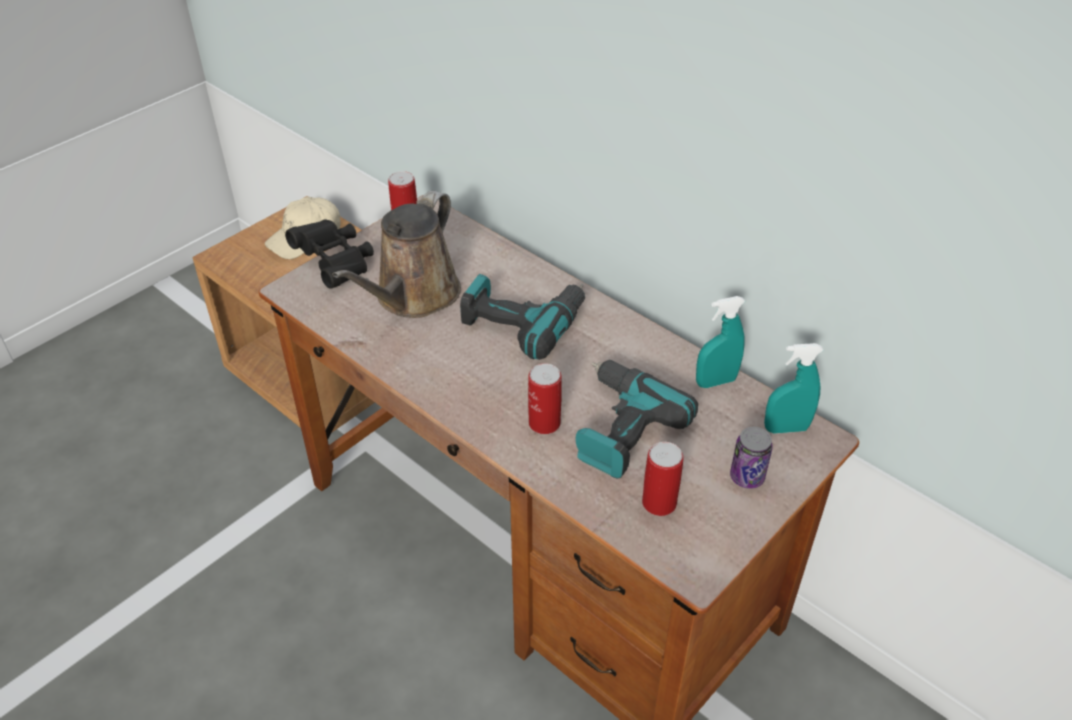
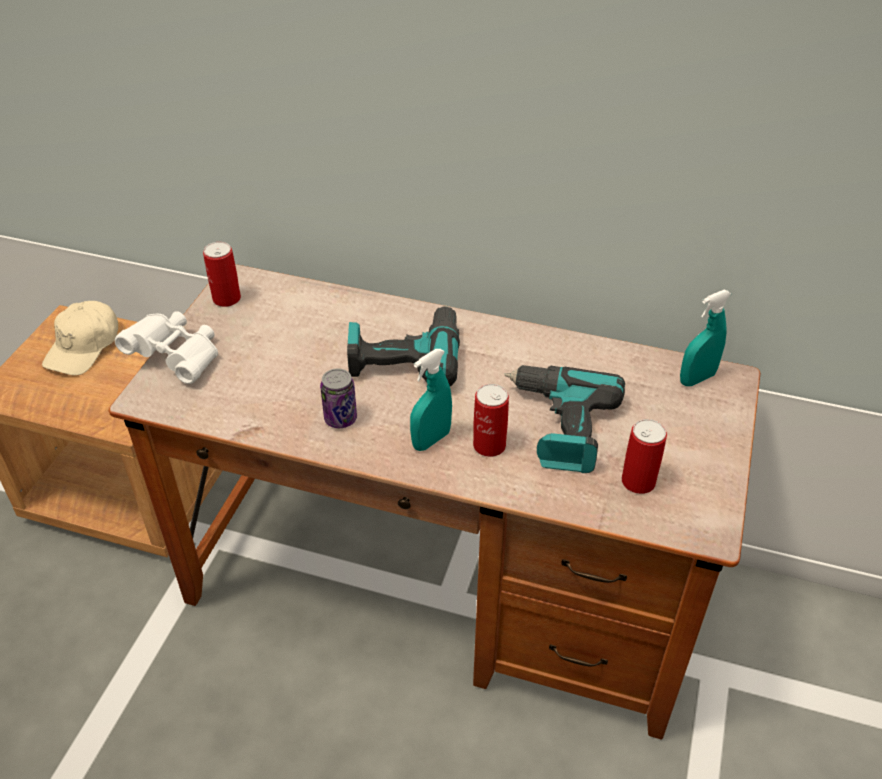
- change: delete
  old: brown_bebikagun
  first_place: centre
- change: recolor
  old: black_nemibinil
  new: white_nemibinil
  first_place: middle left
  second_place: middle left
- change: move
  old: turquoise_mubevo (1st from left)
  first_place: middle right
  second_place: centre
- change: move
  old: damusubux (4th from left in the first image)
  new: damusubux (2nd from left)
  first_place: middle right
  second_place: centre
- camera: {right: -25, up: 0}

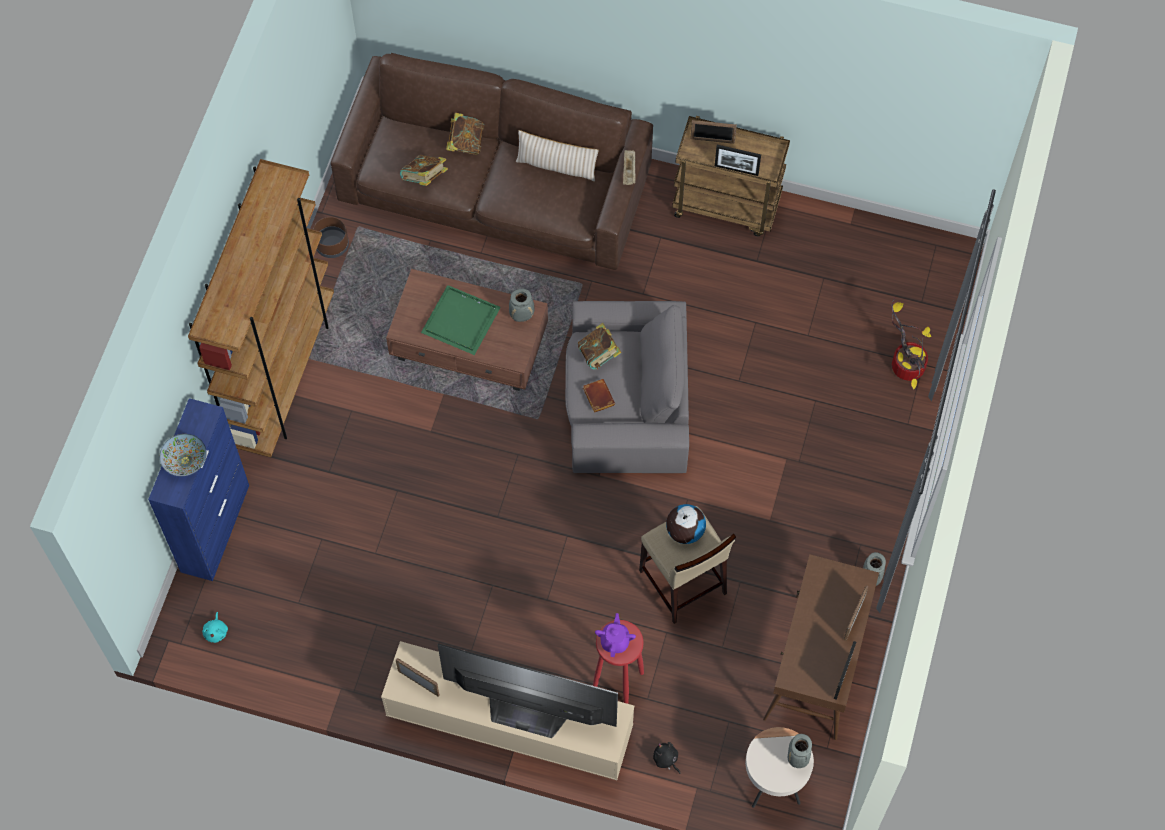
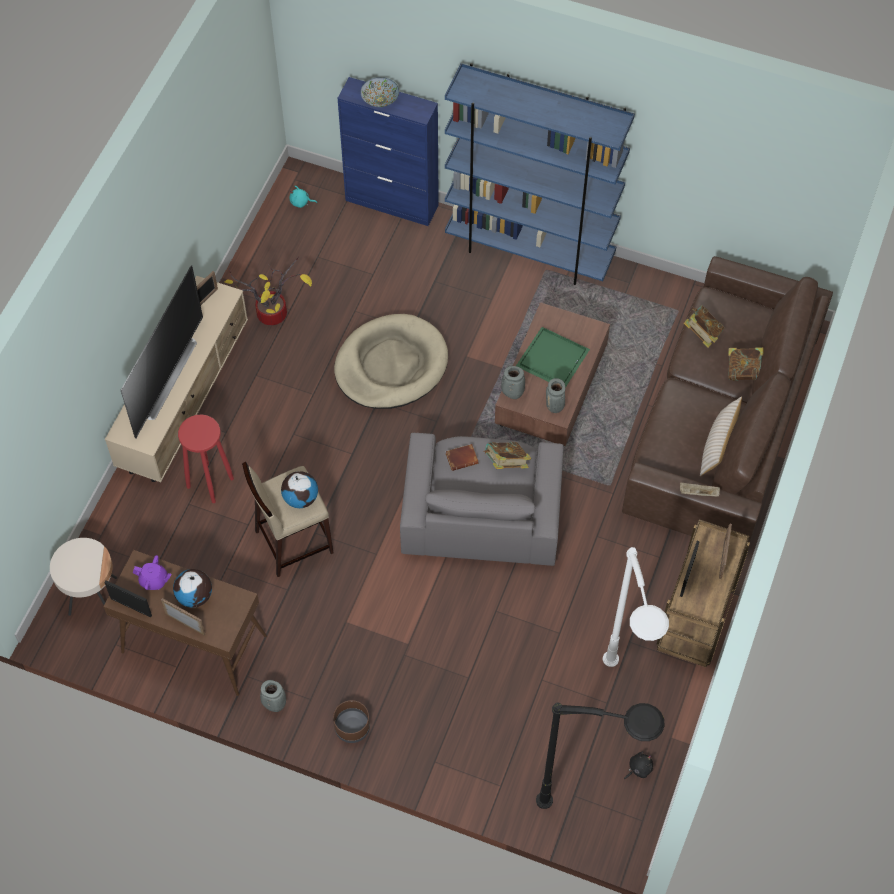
- change: recolor
  old: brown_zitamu
  new: blue_zitamu
  first_place: middle left
  second_place: top centre
- change: move
  old: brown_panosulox
  first_place: top left
  second_place: bottom centre
- change: move
  old: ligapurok
  first_place: middle right
  second_place: top left
- change: move
  old: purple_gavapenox
  first_place: bottom centre
  second_place: middle left
- change: move
  old: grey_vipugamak (2nd from left)
  first_place: bottom right
  second_place: centre
- change: move
  old: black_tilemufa
  first_place: bottom centre
  second_place: bottom right
- change: insert
  new: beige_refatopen
  second_place: centre
- change: insert
  new: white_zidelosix
  second_place: bottom right
- change: insert
  new: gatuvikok (1st from left)
  second_place: middle left
- change: insert
  new: black_zidelosix
  second_place: bottom right
- camera: {right: 95, up: -5}

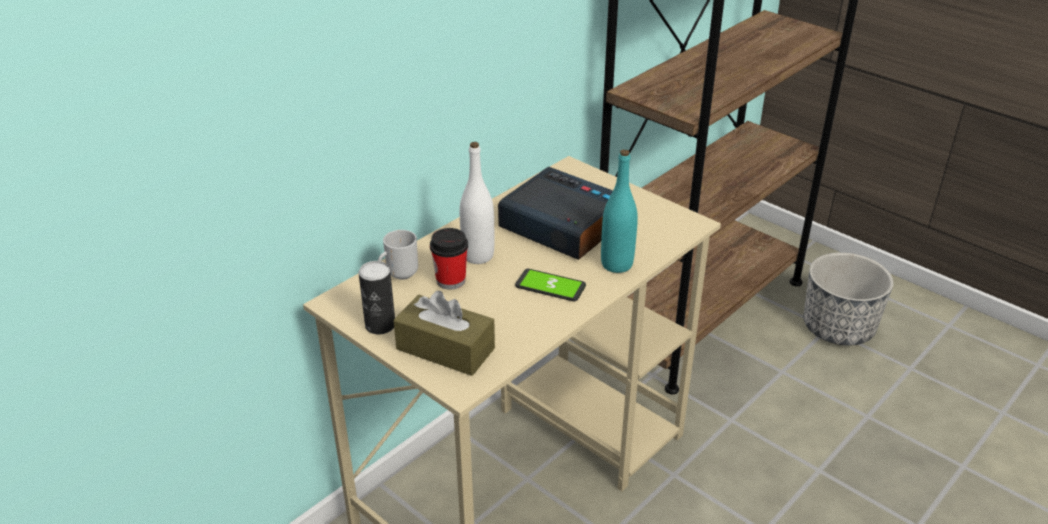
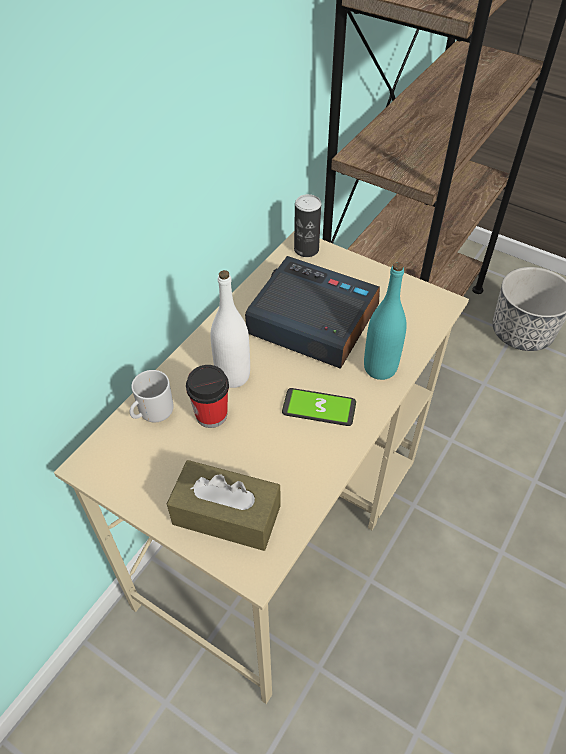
- change: move
  old: damusubux
  first_place: centre
  second_place: top centre
- camera: {right: -10, up: 15}

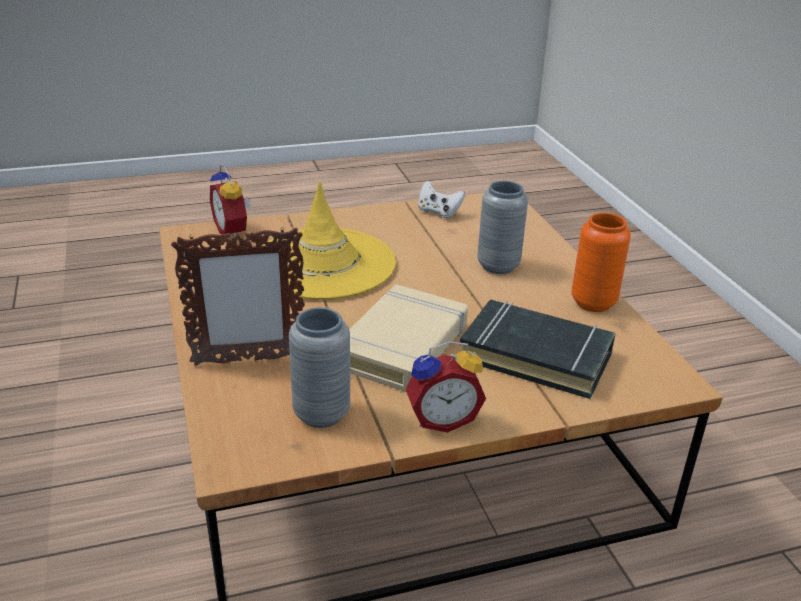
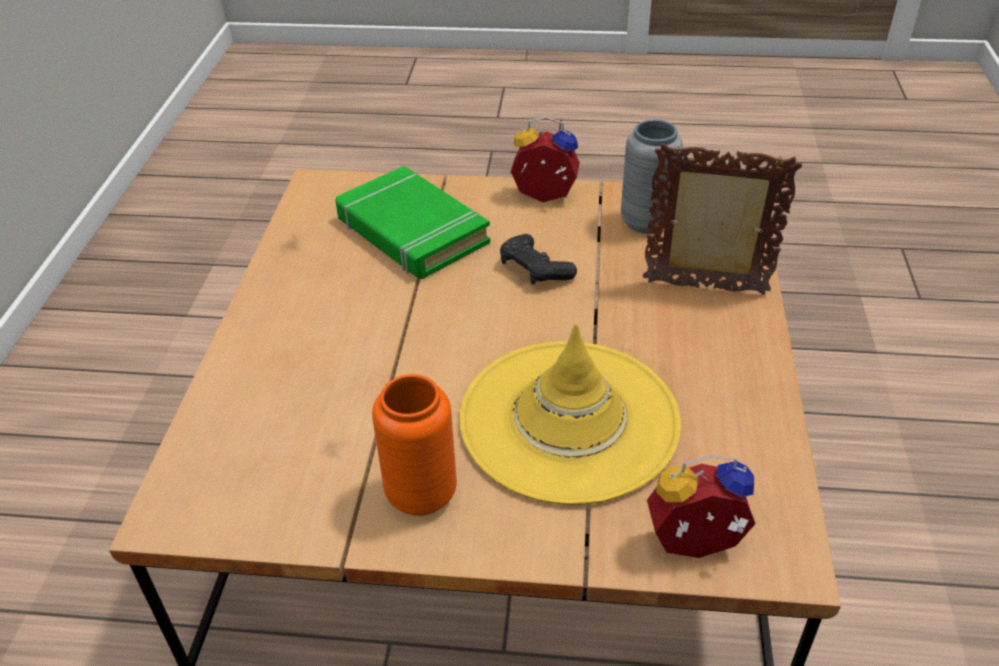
- change: rotate
  old: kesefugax (1st from left in the first image)
  first_place: middle left
  second_place: bottom right
  degrees: -90
- change: delete
  old: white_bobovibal
  first_place: top centre
- change: delete
  old: grey_vipugamak (2nd from left)
  first_place: centre
- change: move
  old: orange_vipugamak
  first_place: middle right
  second_place: bottom centre
- change: replace
  old: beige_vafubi
  new: black_bobovibal
  first_place: centre
  second_place: centre
- change: recolor
  old: black_vafubi
  new: green_vafubi
  first_place: middle right
  second_place: centre
- camera: {right: -155, up: 10}

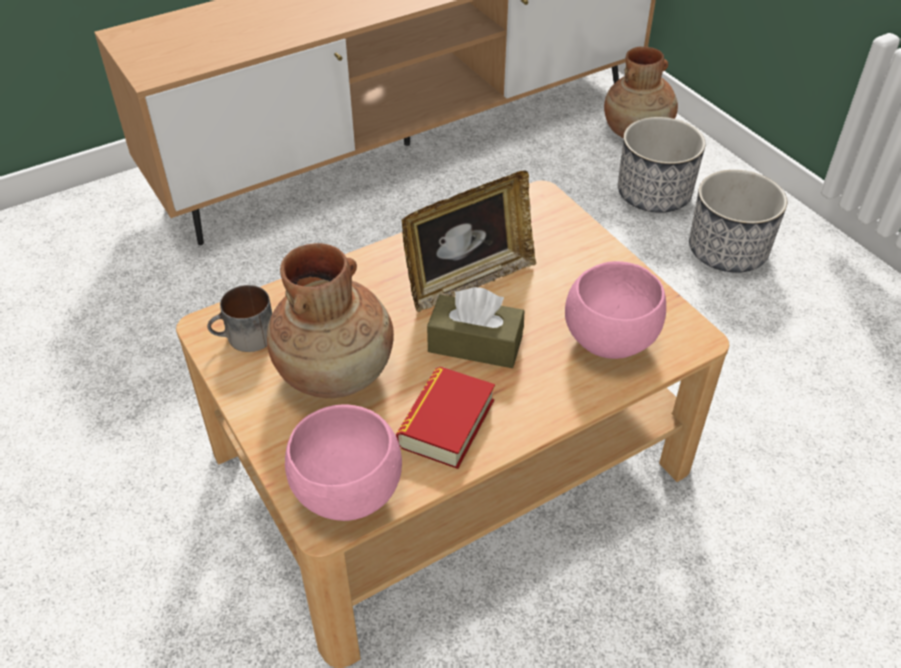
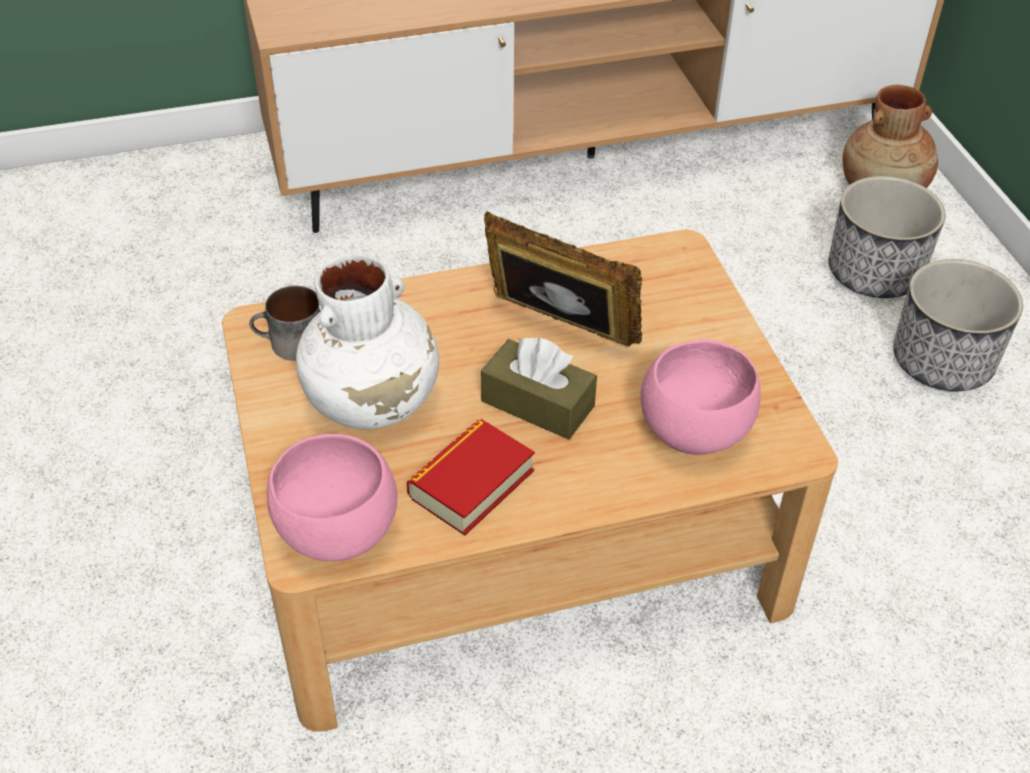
- change: rotate
  old: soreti
  first_place: centre
  second_place: centre
  degrees: -135
- change: recolor
  old: brown_vipugamak (1st from left)
  new: white_vipugamak
  first_place: centre
  second_place: centre
- camera: {right: 15, up: 0}

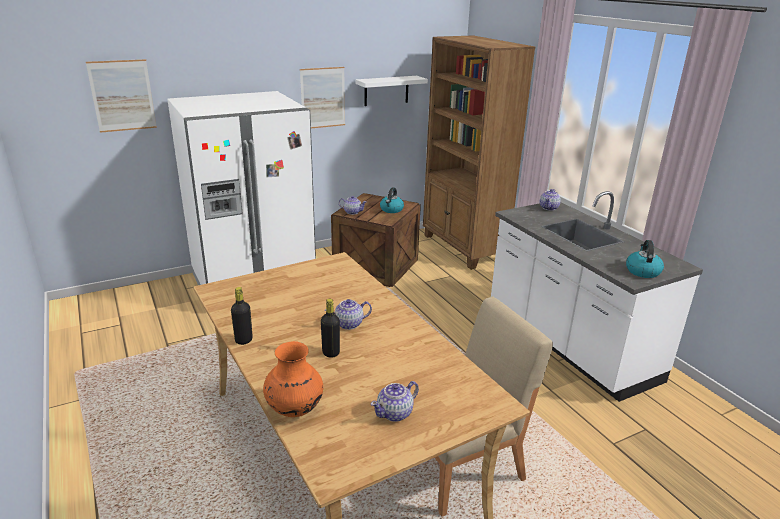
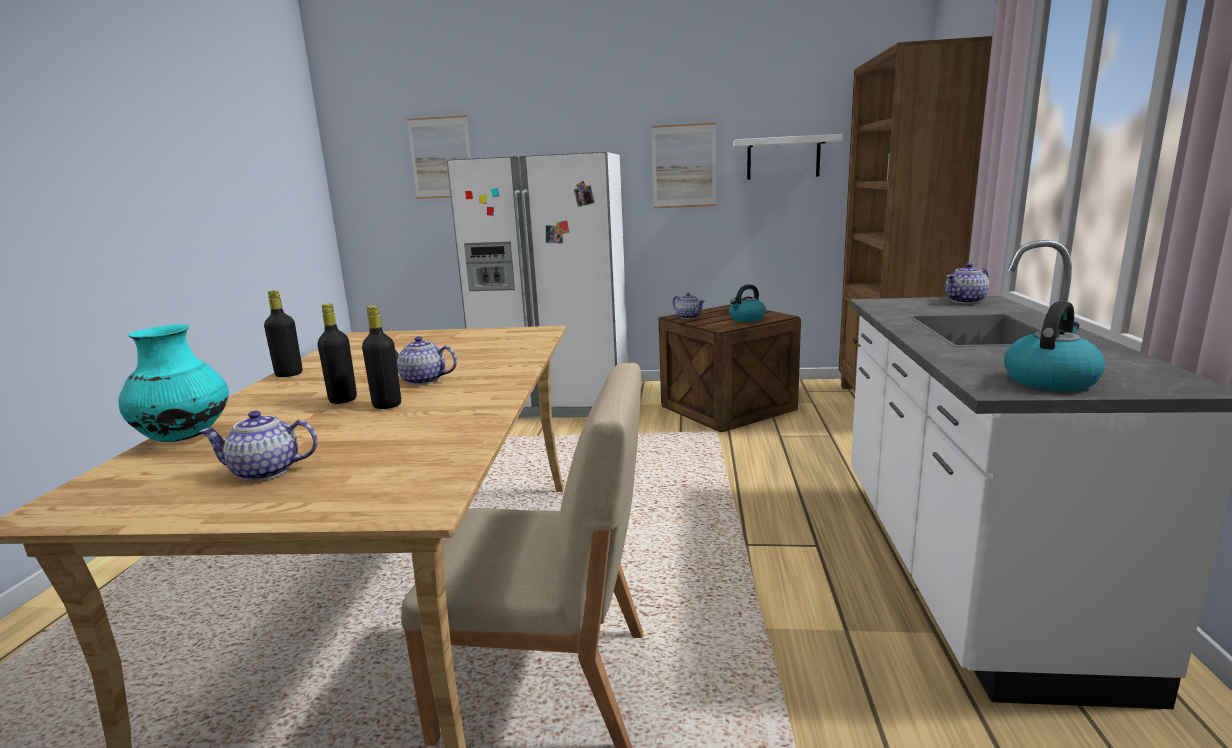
- change: recolor
  old: orange_vipugamak
  new: turquoise_vipugamak
  first_place: bottom centre
  second_place: middle left
- change: insert
  new: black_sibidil (3rd from left)
  second_place: middle left
- camera: {right: 35, up: -10}

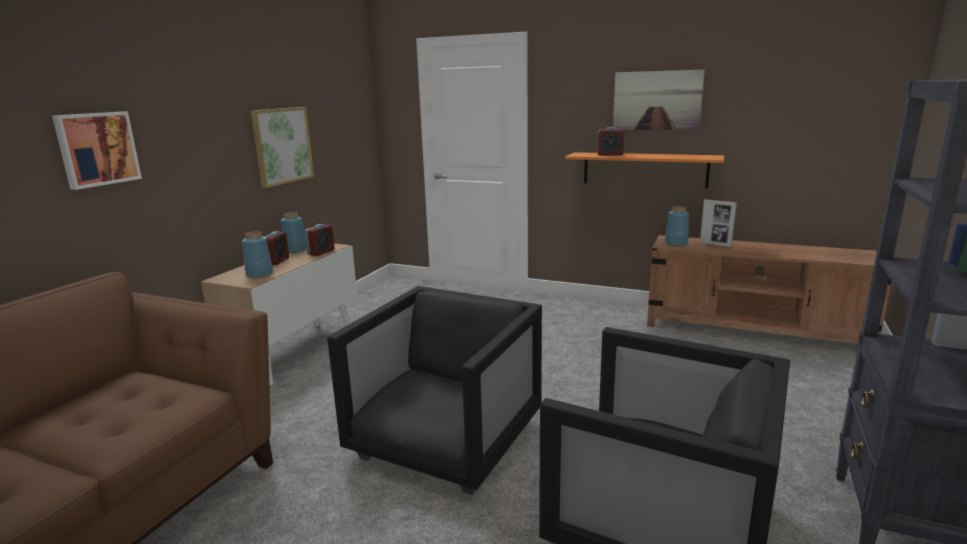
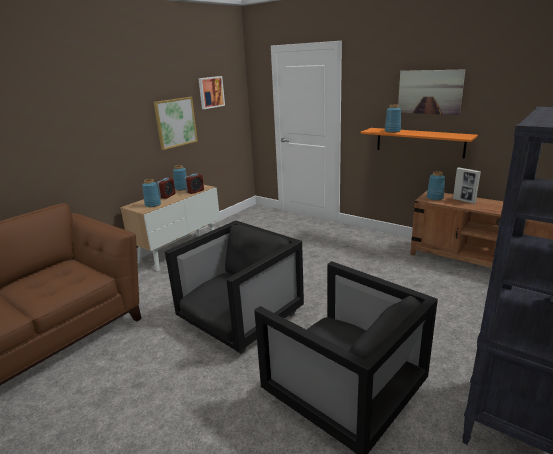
- change: move
  old: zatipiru (1st from left in the first image)
  new: zatipiru (2nd from left)
  first_place: top left
  second_place: top centre
- change: replace
  old: kesefugax (3rd from left)
  new: blue_vipugamak (3rd from left)
  first_place: top centre
  second_place: top right
- camera: {right: 15, up: 5}

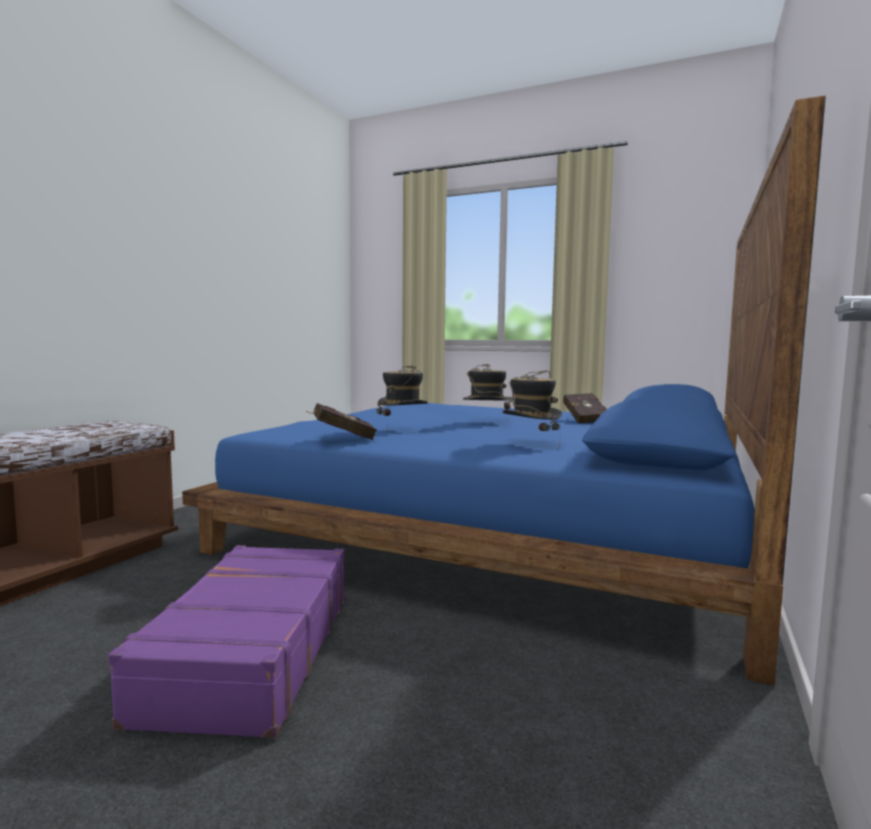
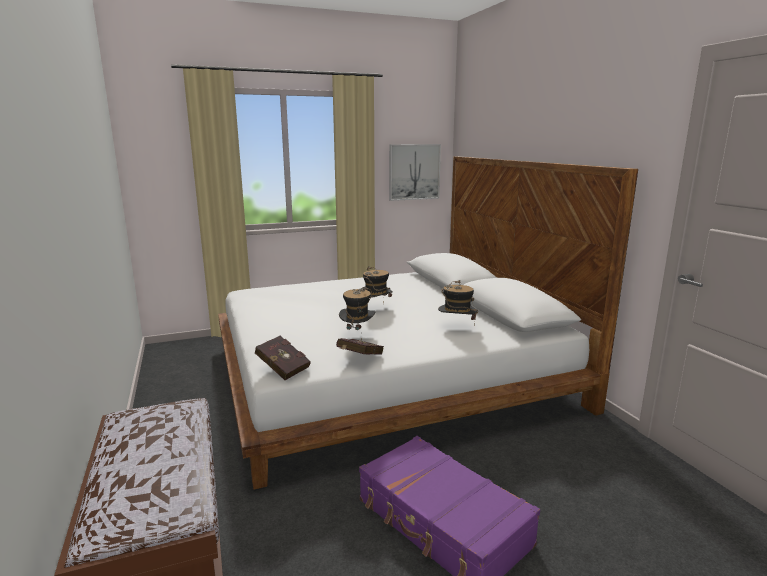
- change: recolor
  old: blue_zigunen
  new: white_zigunen
  first_place: centre
  second_place: centre
- change: move
  old: red_vafubi (2nd from left in the first image)
  new: red_vafubi (1st from left)
  first_place: middle right
  second_place: centre
- change: insert
  new: zatipiru
  second_place: top centre
- camera: {right: -45, up: 10}

